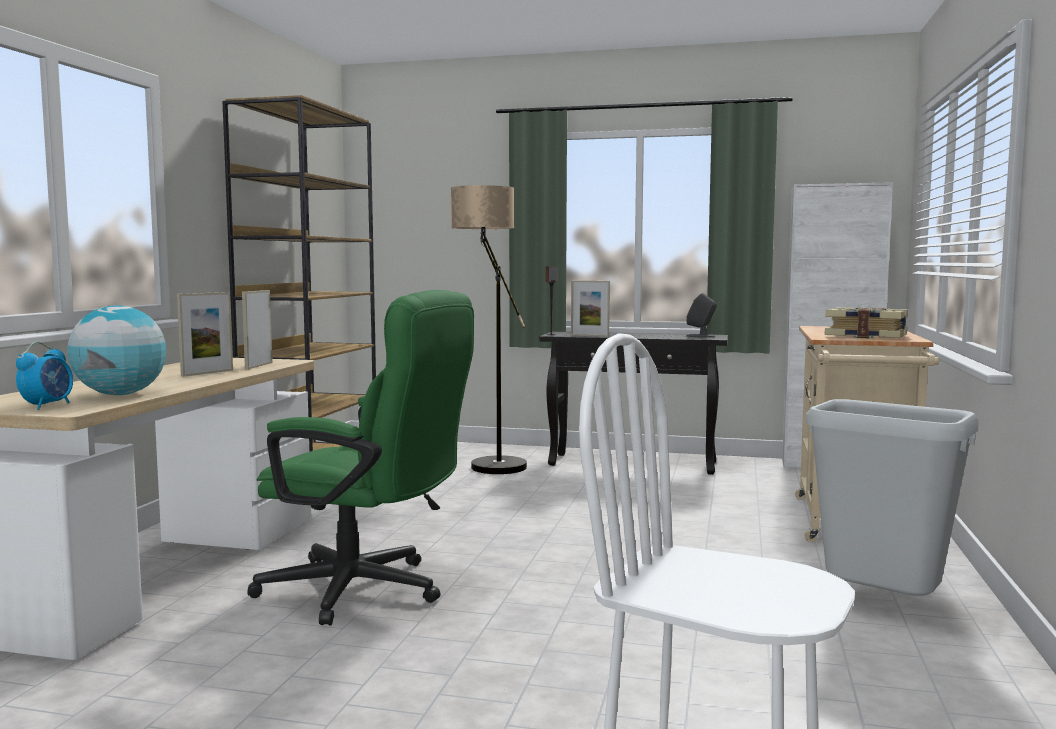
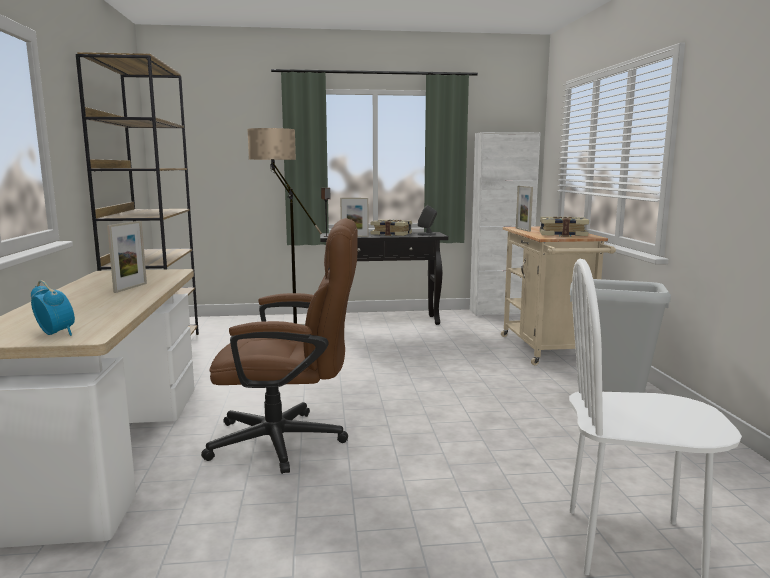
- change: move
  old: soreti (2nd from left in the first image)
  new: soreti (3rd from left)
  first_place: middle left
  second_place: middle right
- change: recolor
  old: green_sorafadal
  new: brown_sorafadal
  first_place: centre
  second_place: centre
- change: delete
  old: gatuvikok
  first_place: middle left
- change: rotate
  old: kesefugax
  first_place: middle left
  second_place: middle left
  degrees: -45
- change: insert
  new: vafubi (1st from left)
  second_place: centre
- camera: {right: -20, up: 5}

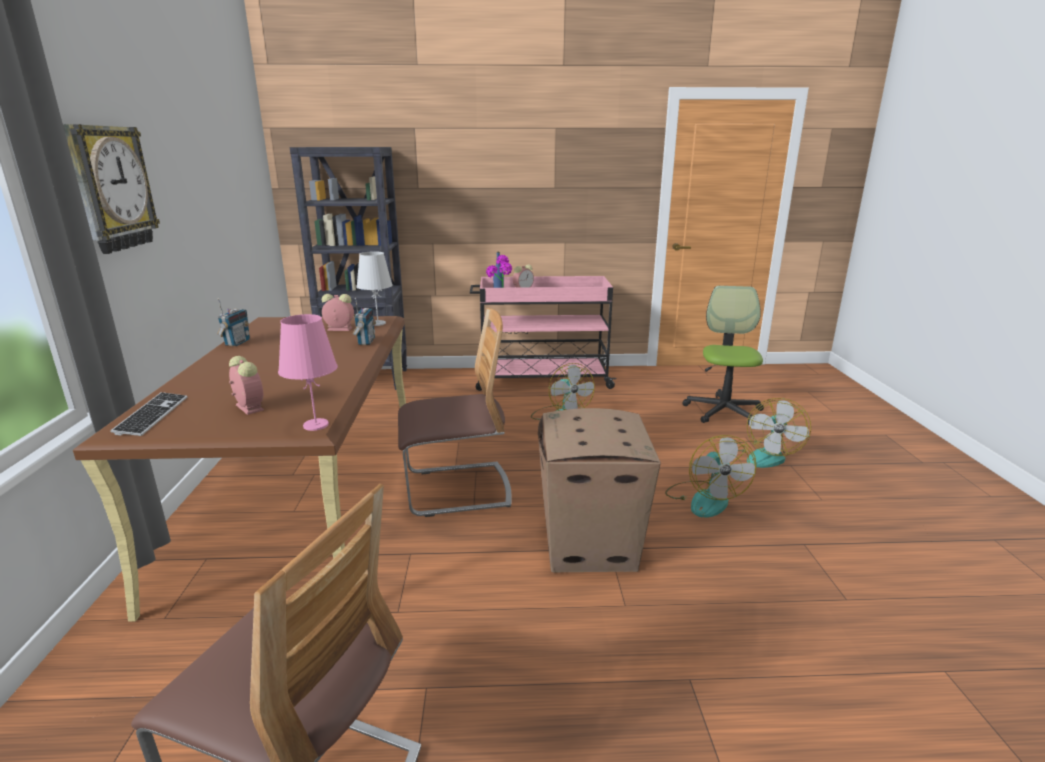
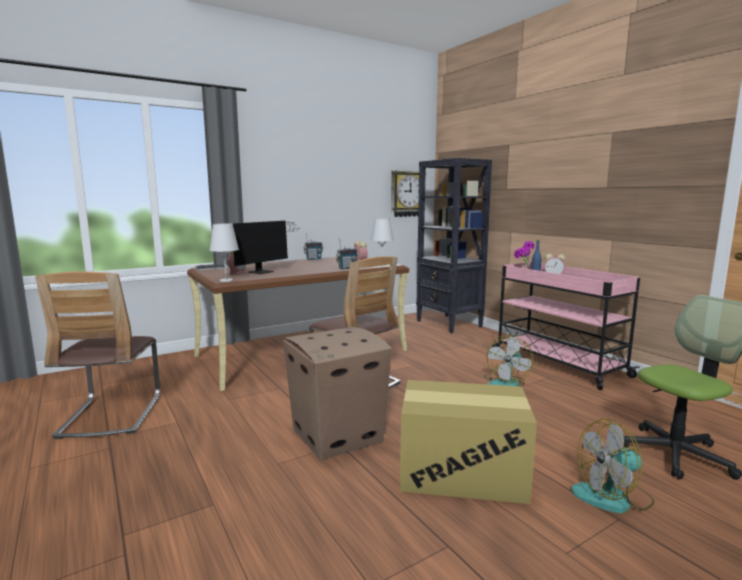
- change: move
  old: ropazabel
  first_place: top left
  second_place: centre
- change: recolor
  old: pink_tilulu
  new: white_tilulu (1st from left)
  first_place: middle left
  second_place: middle left
- change: replace
  old: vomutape (2nd from left)
  new: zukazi (2nd from left)
  first_place: middle right
  second_place: bottom centre
- change: insert
  new: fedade
  second_place: centre
- camera: {right: 60, up: -10}

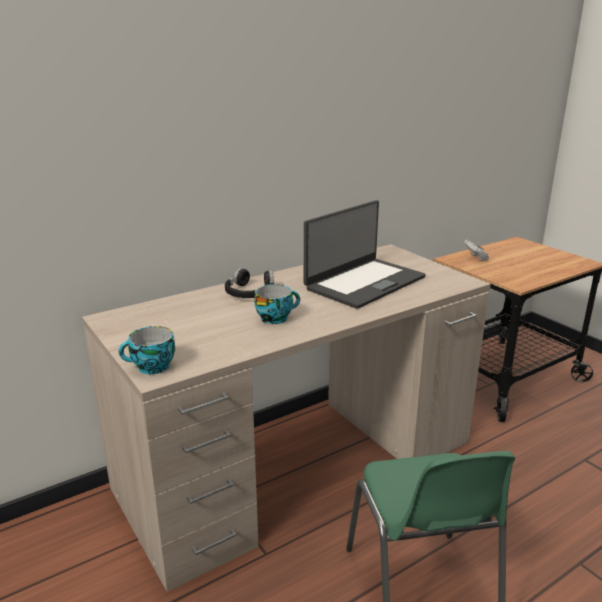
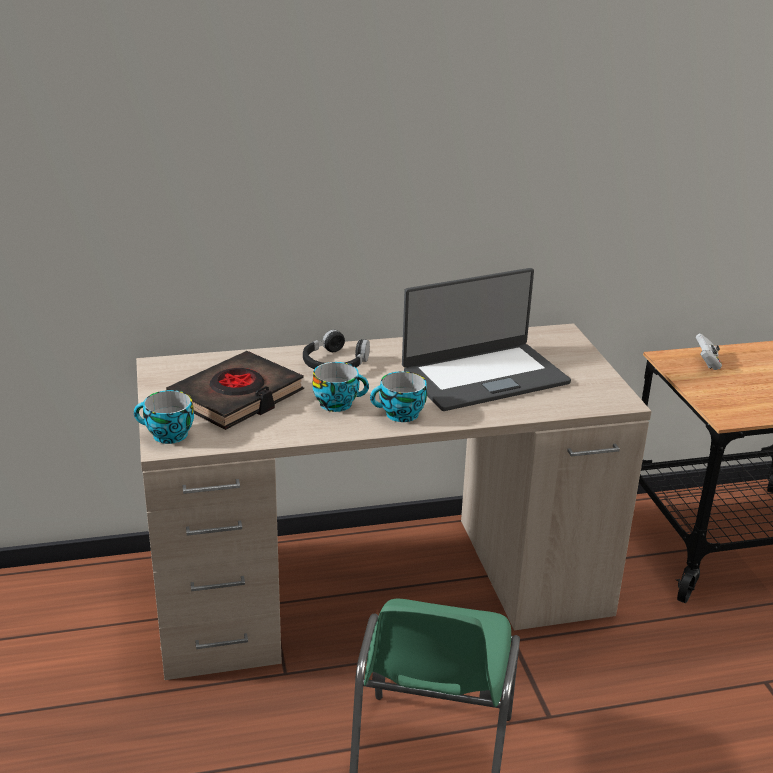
- change: insert
  new: black_vafubi
  second_place: middle left
- change: insert
  new: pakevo (3rd from left)
  second_place: centre
- camera: {right: 20, up: 5}

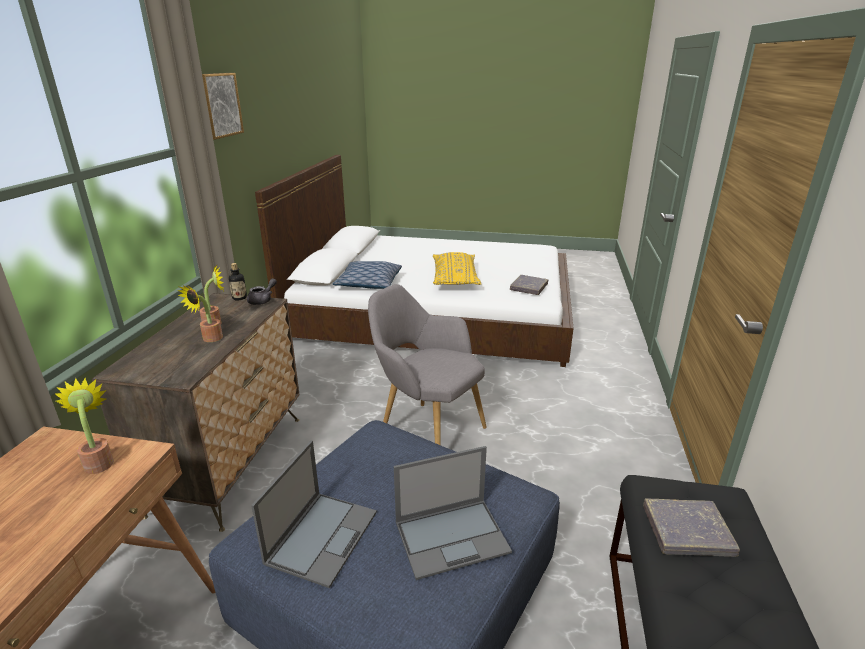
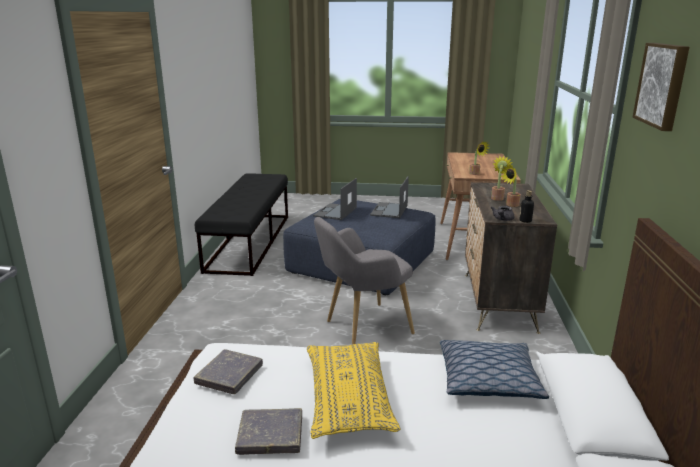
- change: rotate
  old: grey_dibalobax
  first_place: centre
  second_place: centre
  degrees: 120
- change: rotate
  old: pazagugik (2nd from left in the first image)
  first_place: bottom centre
  second_place: centre
  degrees: -45
- change: move
  old: grey_vafubi (2nd from left)
  first_place: bottom right
  second_place: bottom centre
- camera: {right: 175, up: -5}

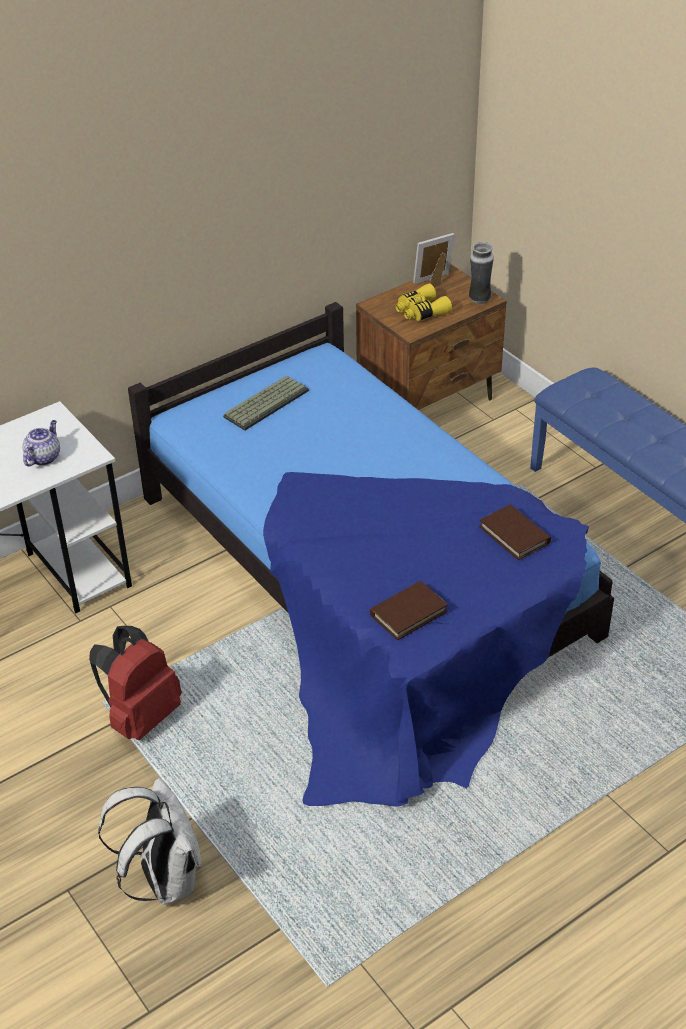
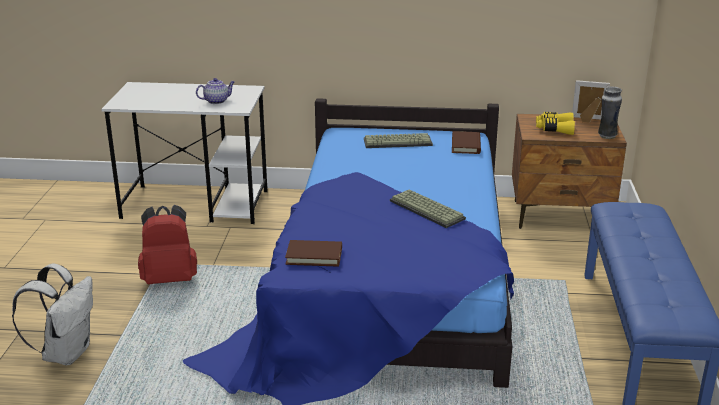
- change: move
  old: brown_vafubi (2nd from left)
  first_place: middle right
  second_place: centre
- change: insert
  new: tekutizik (2nd from left)
  second_place: centre
- camera: {right: 40, up: -15}

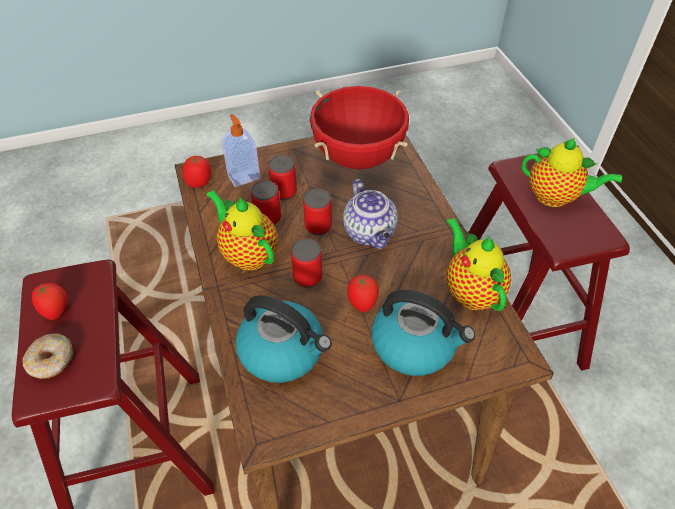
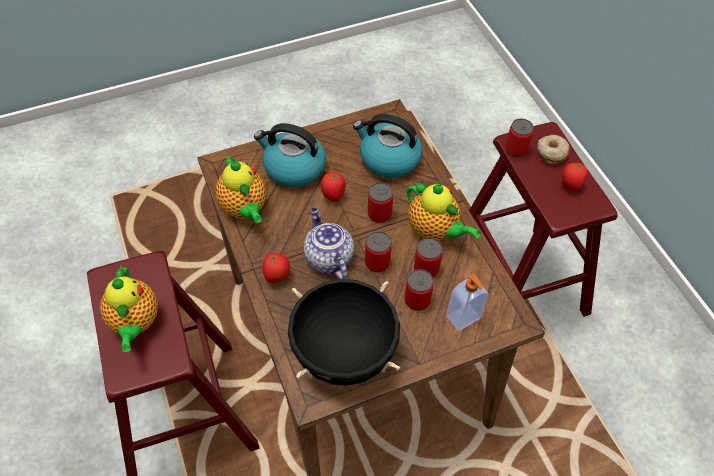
- change: recolor
  old: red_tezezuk
  new: black_tezezuk
  first_place: top centre
  second_place: bottom centre
- change: rotate
  old: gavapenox (4th from left in the first image)
  first_place: middle right
  second_place: middle left
  degrees: -120
- change: move
  old: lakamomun (2nd from left in the first image)
  new: lakamomun (1st from left)
  first_place: middle left
  second_place: centre
- change: insert
  new: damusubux (5th from left)
  second_place: top right
- camera: {right: 175, up: 5}

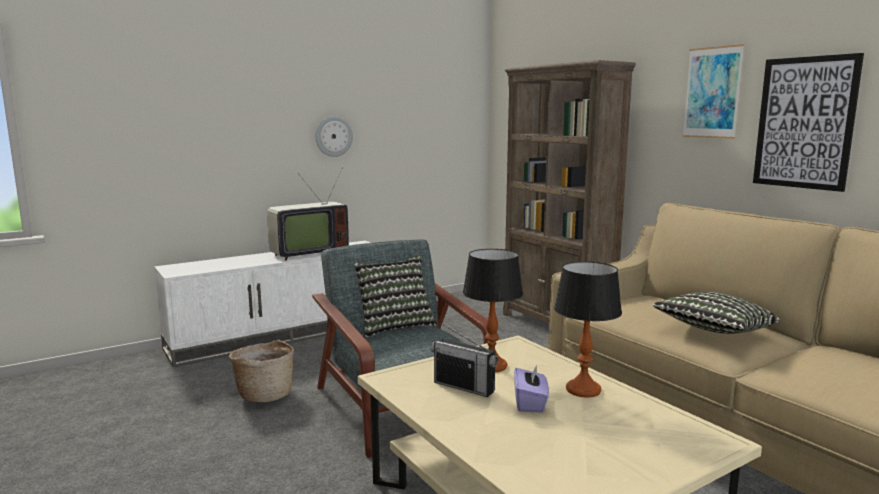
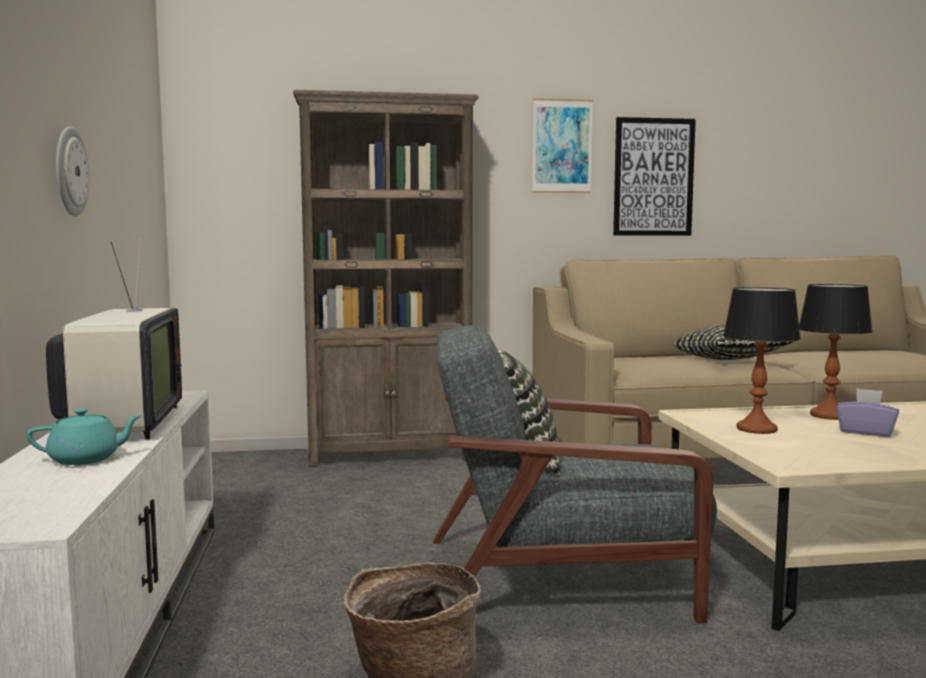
- change: delete
  old: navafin
  first_place: bottom centre
- change: insert
  new: turquoise_gavapenox
  second_place: middle left
- camera: {right: -65, up: -5}

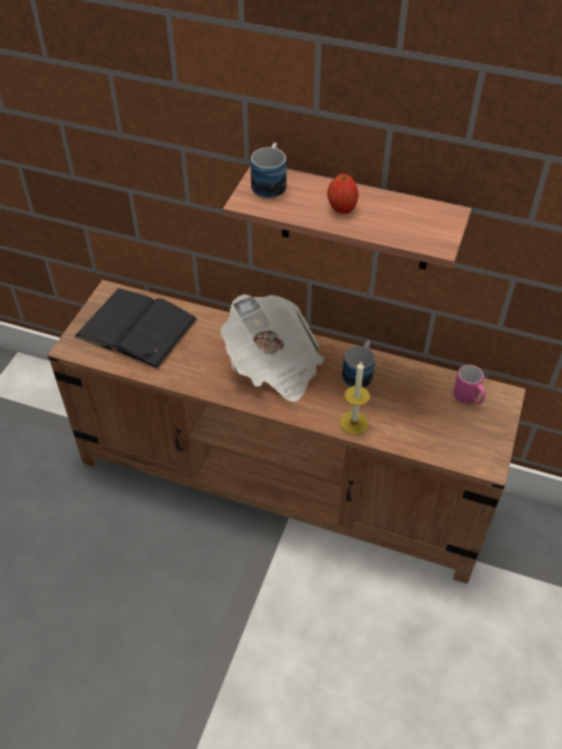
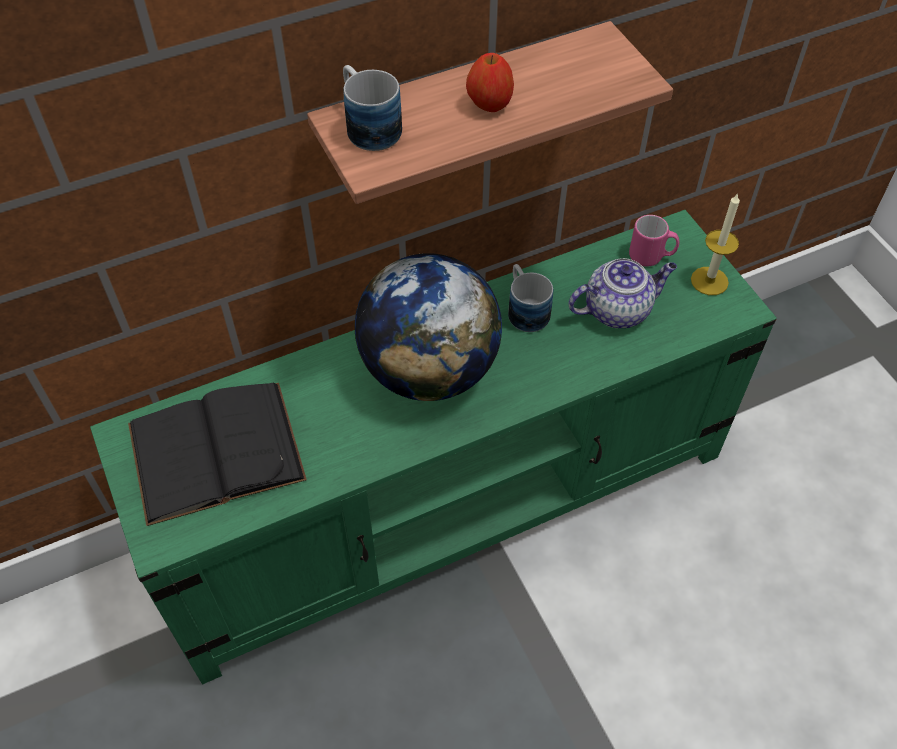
- change: recolor
  old: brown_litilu
  new: green_litilu
  first_place: centre
  second_place: centre
- change: replace
  old: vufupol
  new: gatuvikok
  first_place: centre
  second_place: centre
- change: move
  old: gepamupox
  first_place: centre
  second_place: top right
- change: insert
  new: gavapenox
  second_place: middle right
- camera: {right: -45, up: 5}

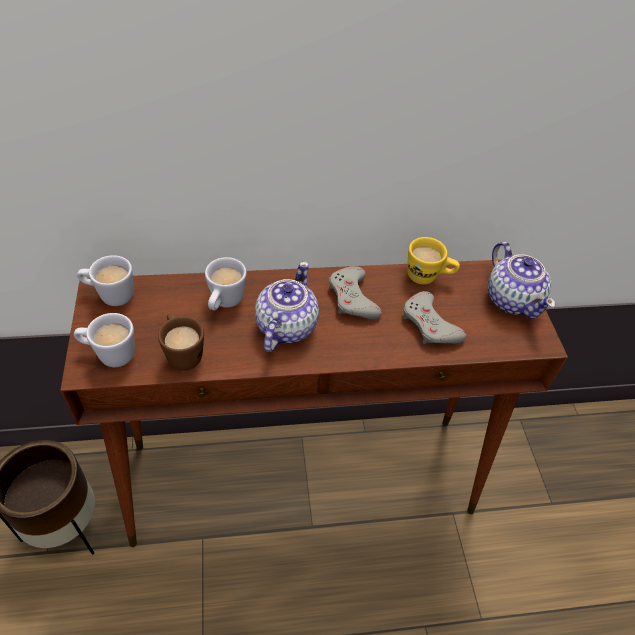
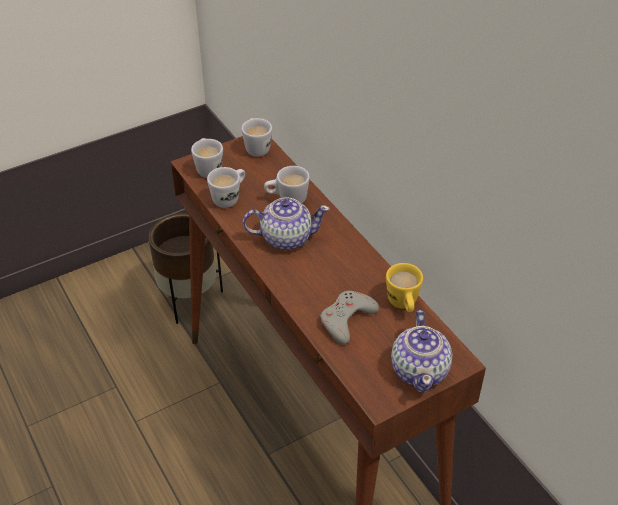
- change: rotate
  old: gavapenox (2nd from left)
  first_place: middle right
  second_place: bottom right
  degrees: -45
- change: delete
  old: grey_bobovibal (1st from left)
  first_place: centre
- change: recolor
  old: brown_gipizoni
  new: white_gipizoni (2nd from left)
  first_place: middle left
  second_place: centre
- camera: {right: 70, up: -5}

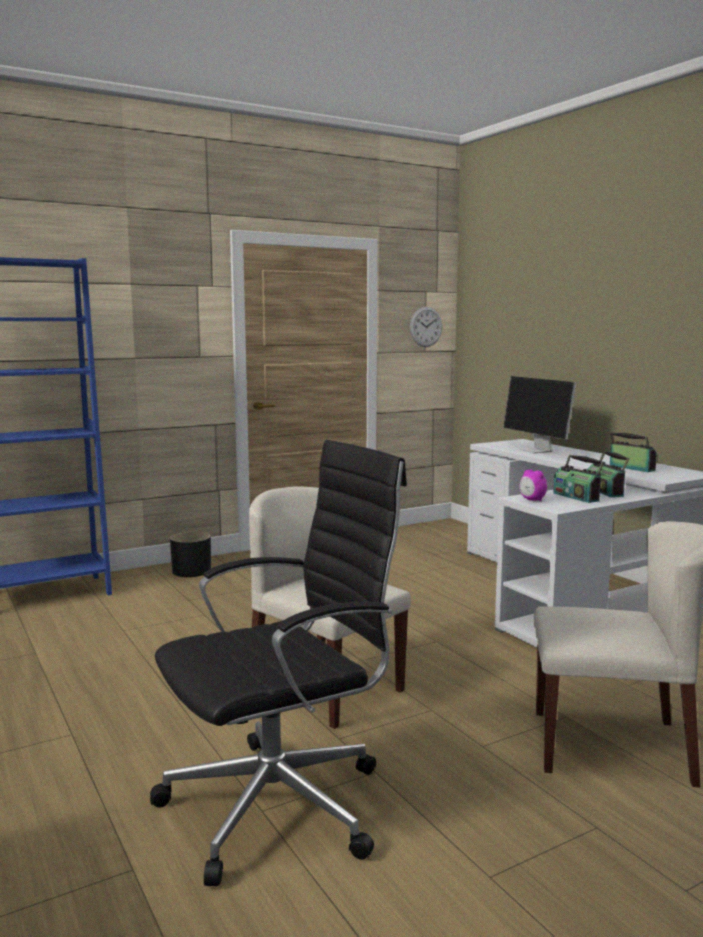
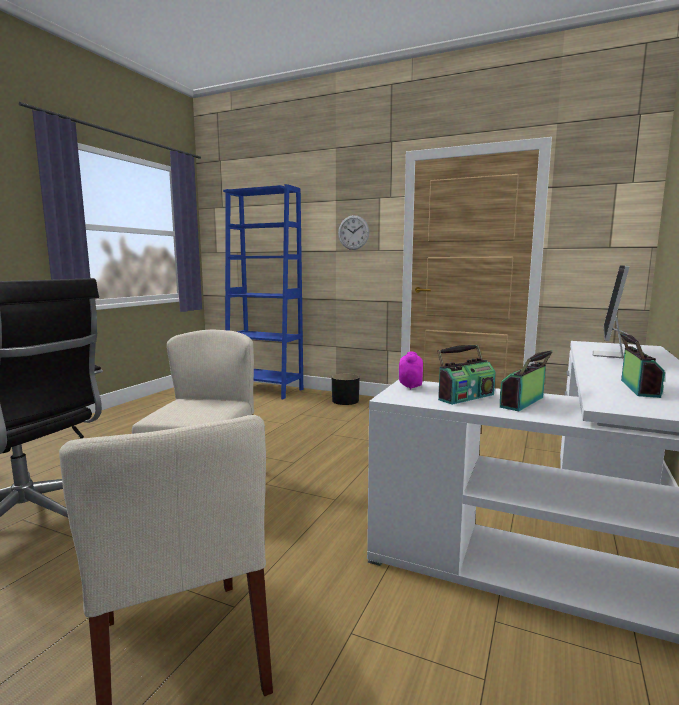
- change: move
  old: ropazabel
  first_place: centre
  second_place: top centre
- change: rotate
  old: navafin (1st from left)
  first_place: middle right
  second_place: middle right
  degrees: -150
- camera: {right: 55, up: 0}

